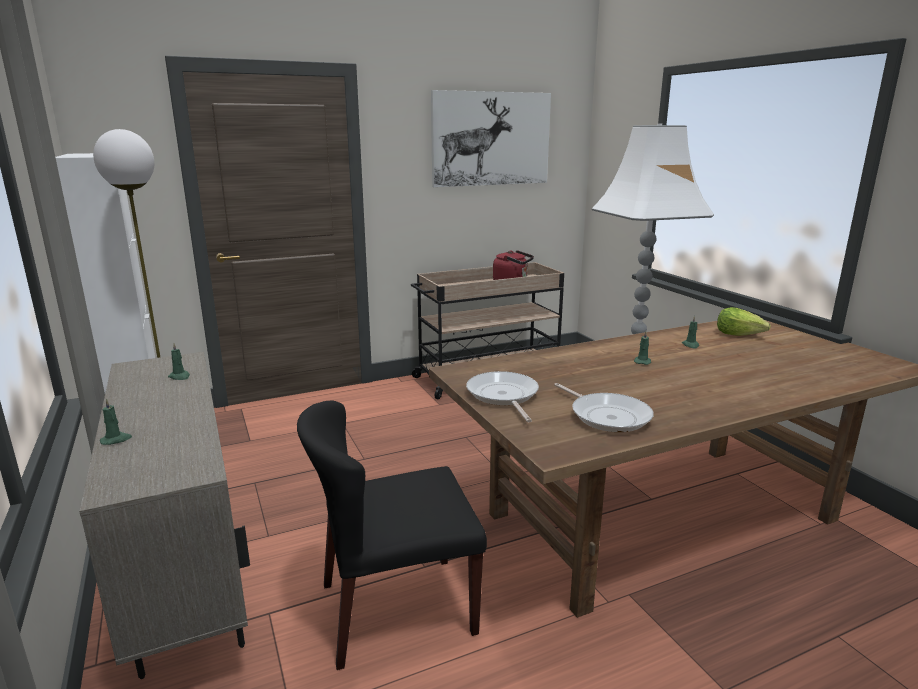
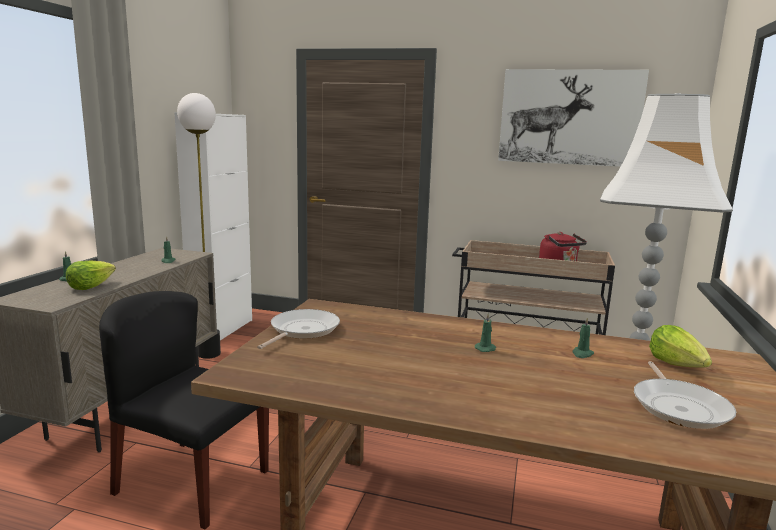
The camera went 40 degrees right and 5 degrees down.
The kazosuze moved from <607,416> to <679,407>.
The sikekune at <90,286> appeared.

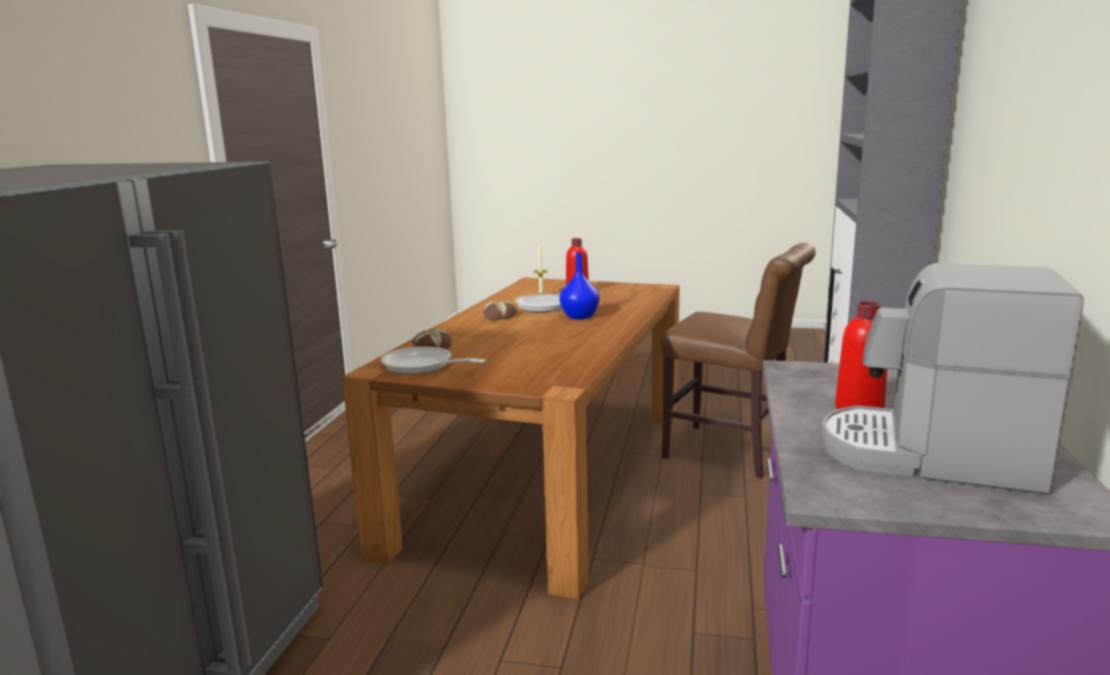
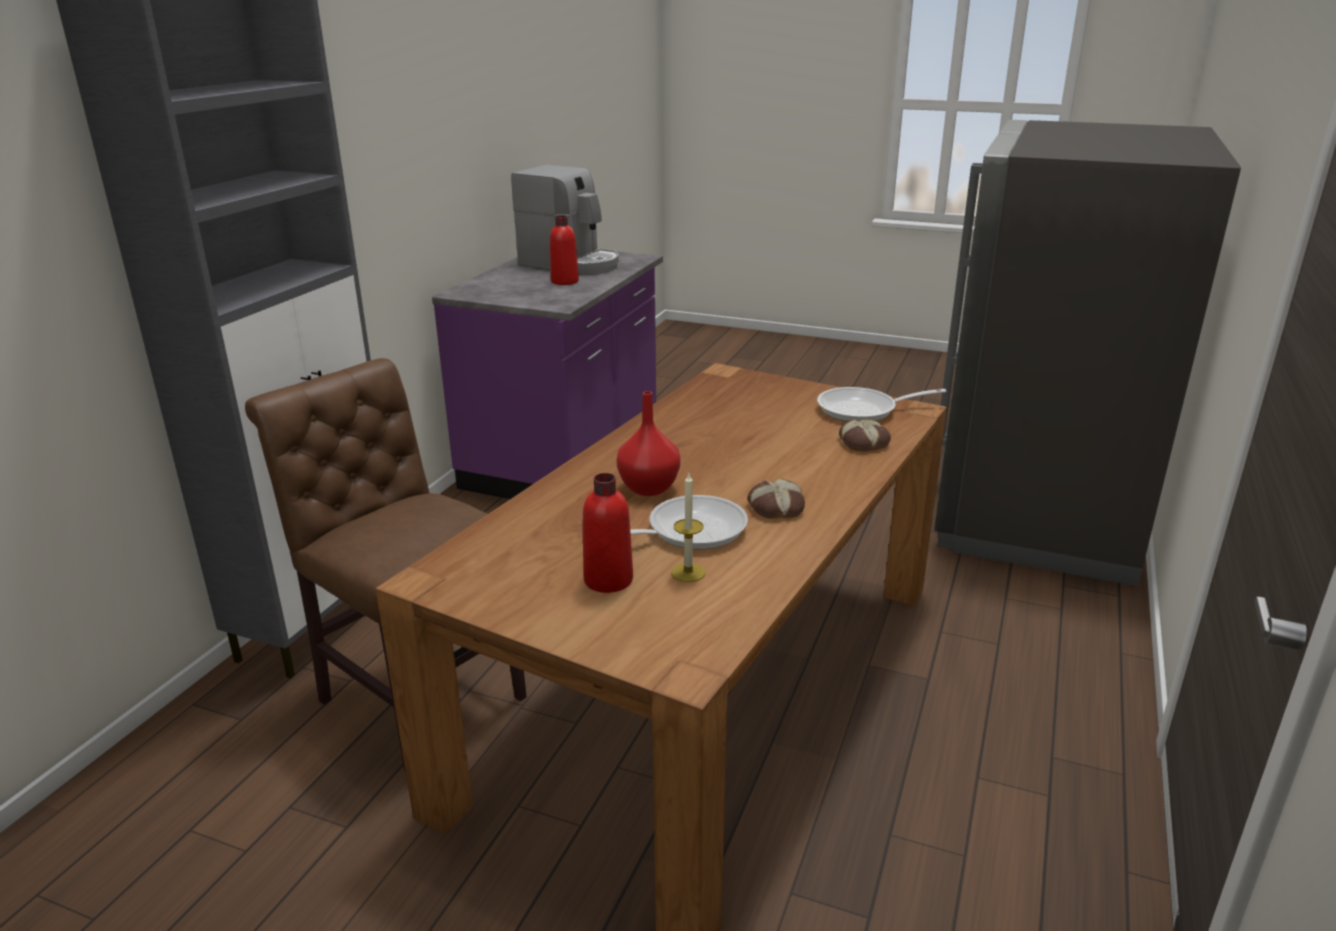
The camera went 170 degrees left and 10 degrees up.
The kazosuze at <422,366> turned 135 degrees clockwise.
The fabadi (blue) at <580,316> became the fabadi (red) at <647,488>.

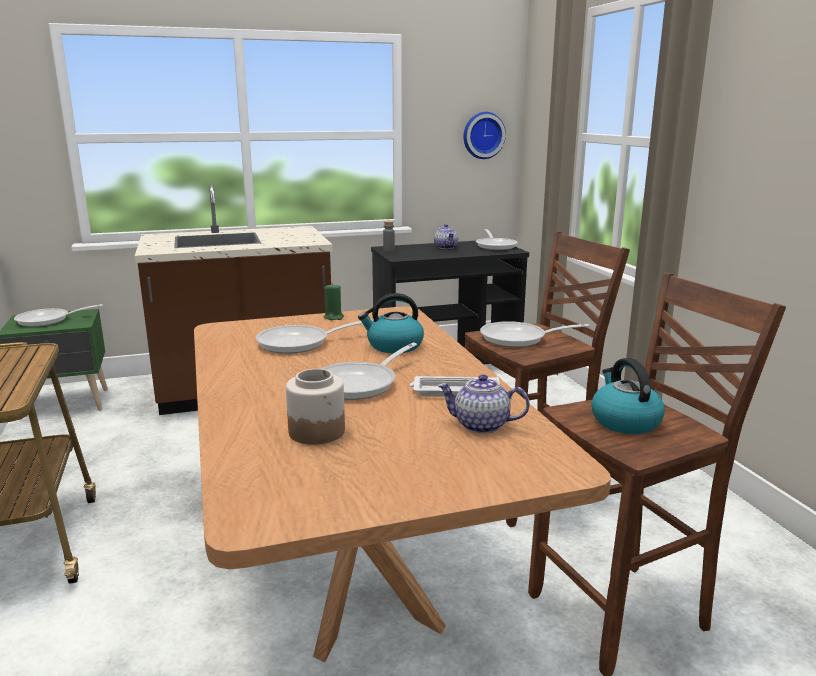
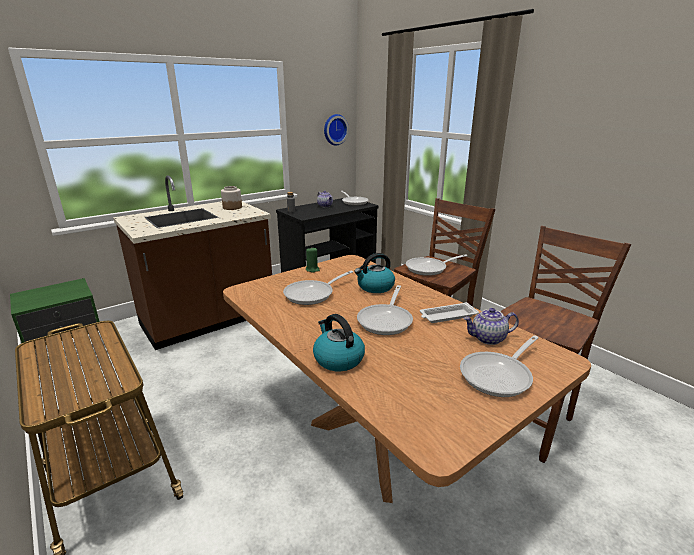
The camera went 20 degrees left and 5 degrees up.
The kazosuze moved from <48,320> to <499,375>.
The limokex moved from <317,431> to <232,207>.
The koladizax moved from <624,421> to <338,359>.

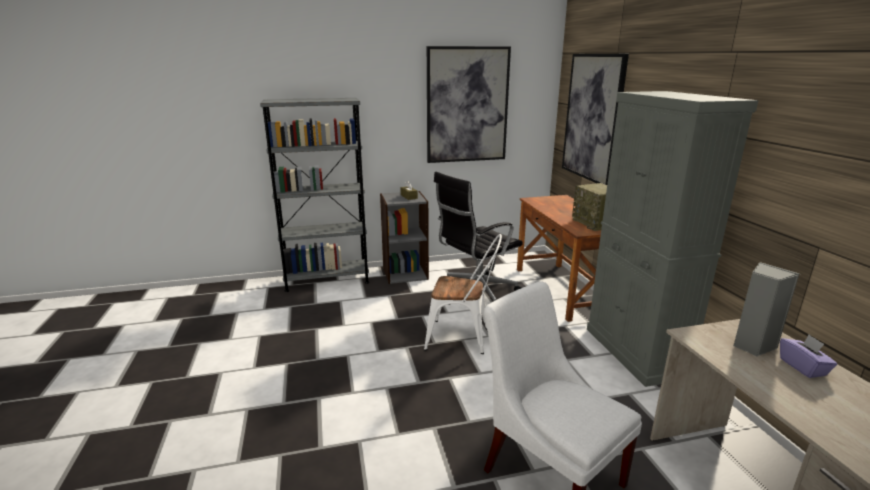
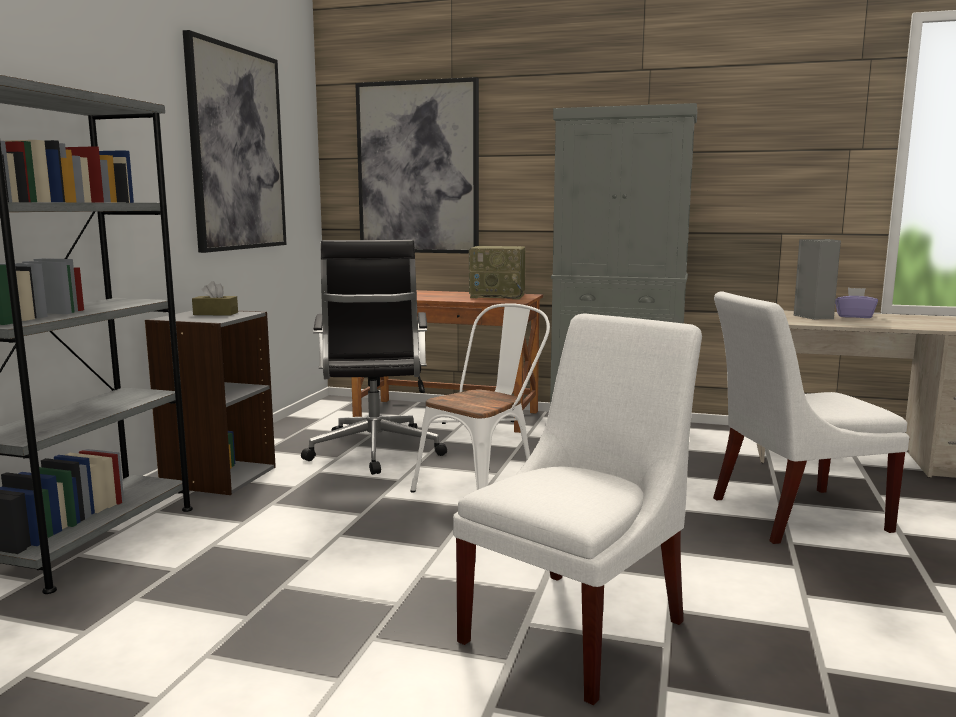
The camera went 60 degrees left and 10 degrees down.
The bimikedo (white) at <580,627> appeared.

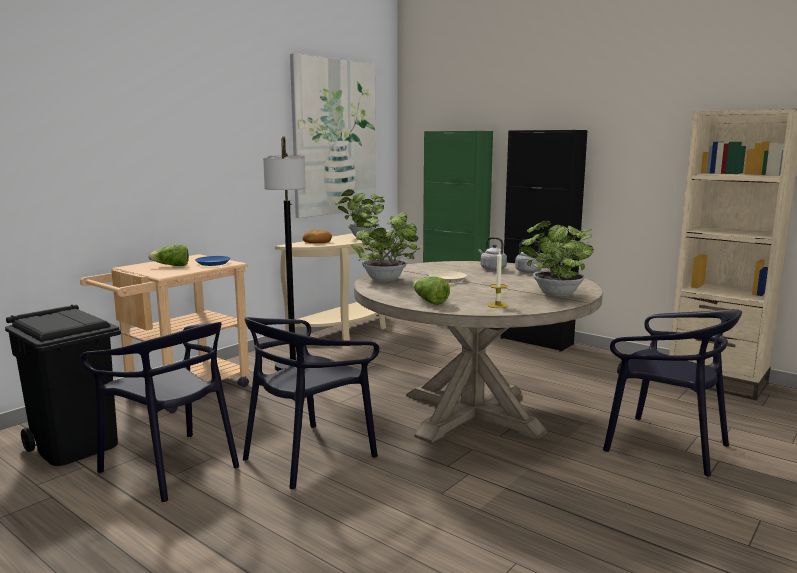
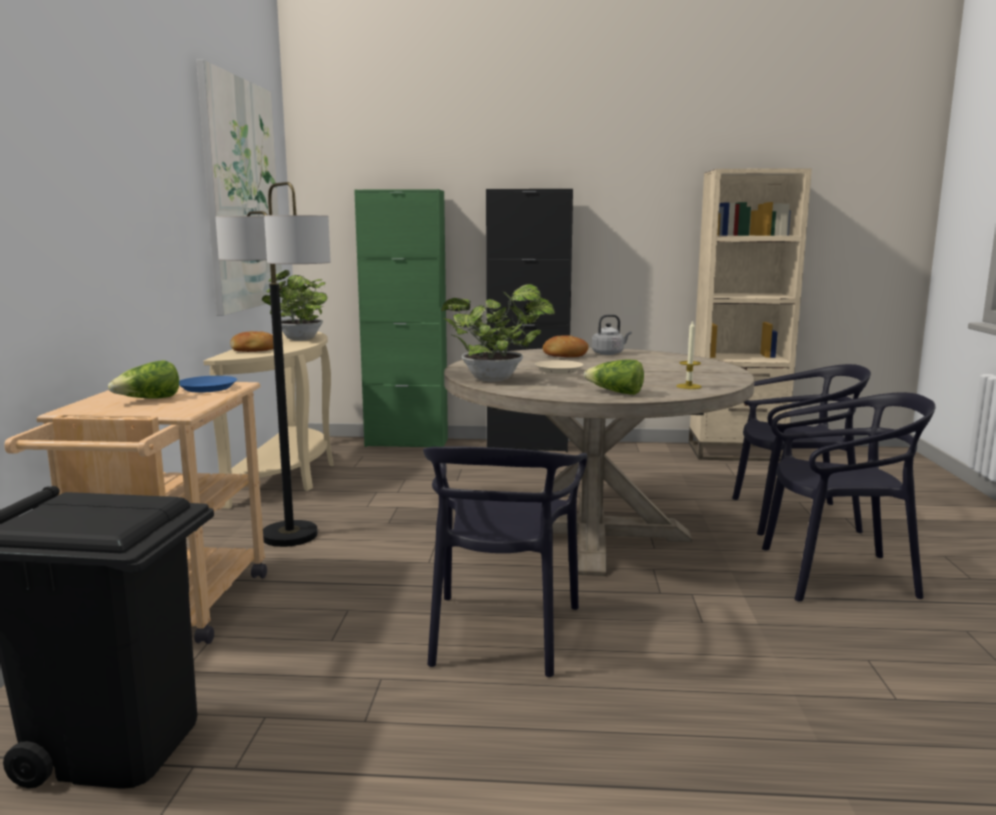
The camera went 35 degrees left and 0 degrees up.
The bimikedo (black) moved from <172,467> to <836,575>.
The koladizax (grey) at <492,269> was replaced by the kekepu at <564,355>.
The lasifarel at <555,295> disappeared.

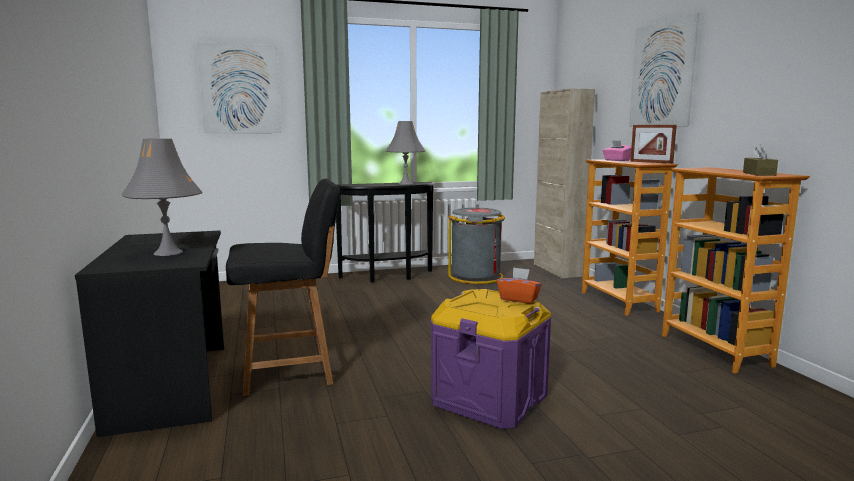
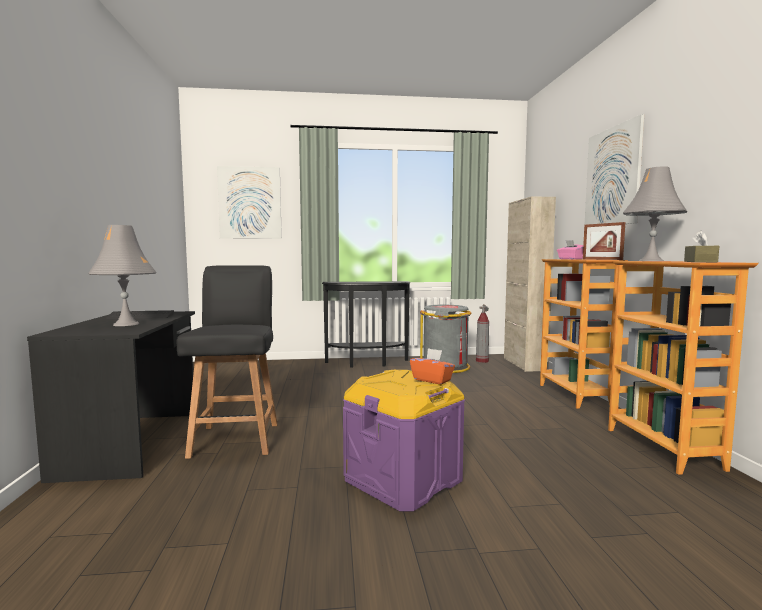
The camera went 10 degrees right and 5 degrees down.
The bimikedo (black) at <290,371> turned 90 degrees counterclockwise.
The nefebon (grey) moved from <405,183> to <651,260>.
The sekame at <482,361> appeared.

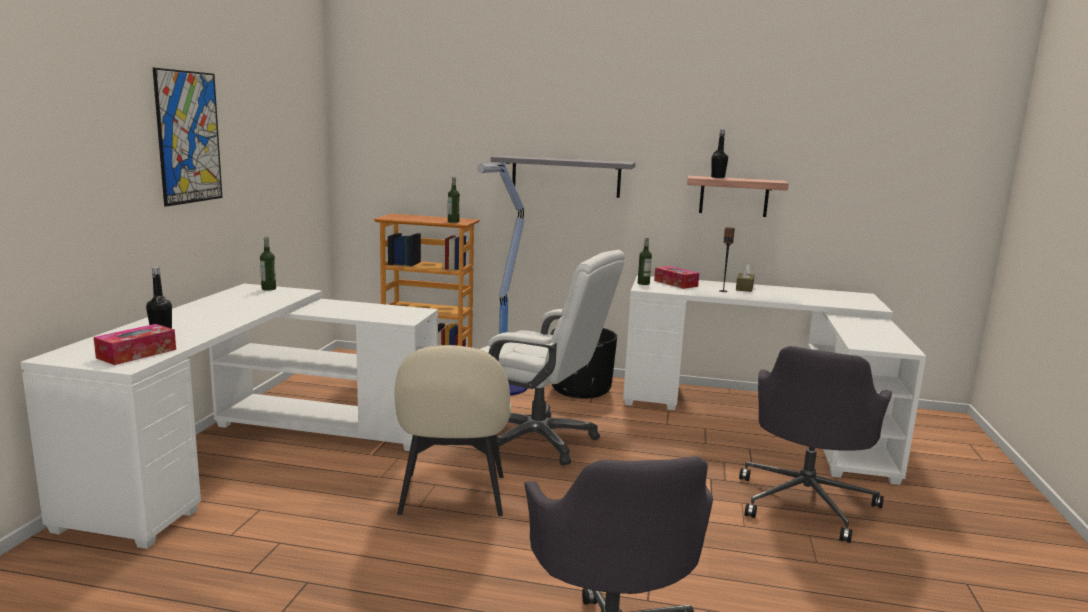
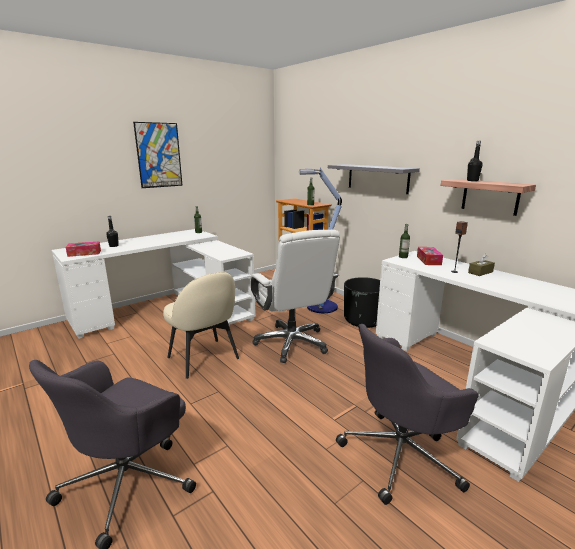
The camera went 40 degrees right and 5 degrees up.
The bimikedo (beige) at <452,496> turned 75 degrees counterclockwise.

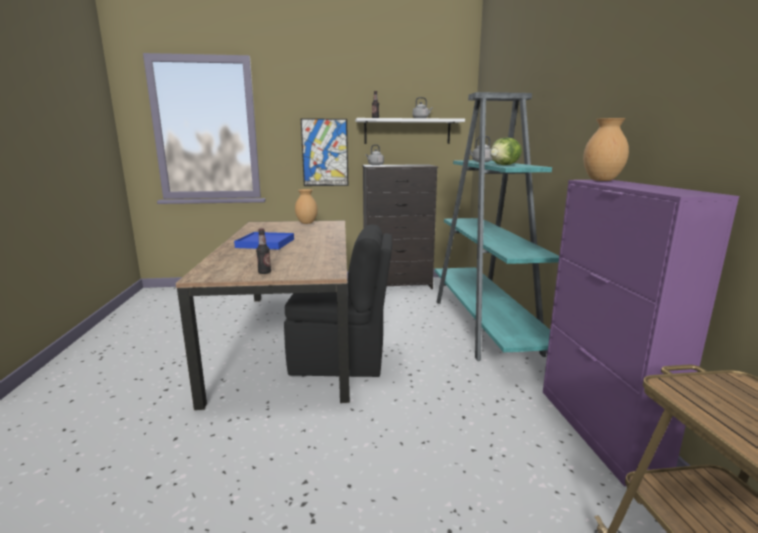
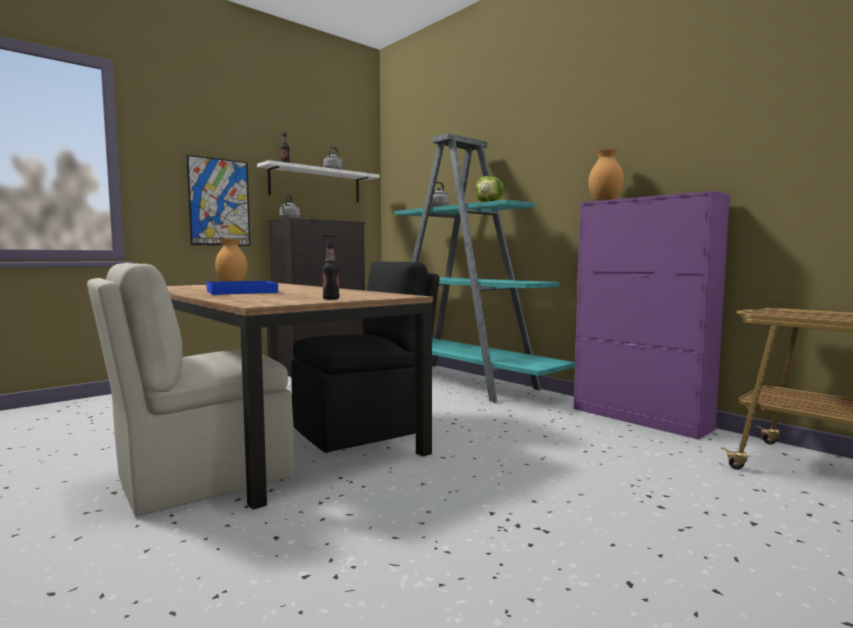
The camera went 35 degrees left and 10 degrees down.
The bimikedo (beige) at <200,478> appeared.

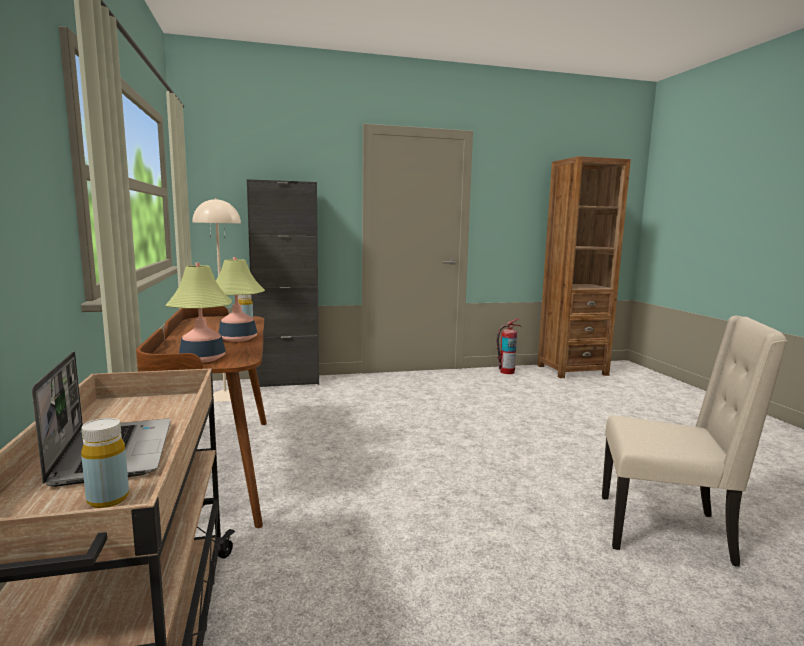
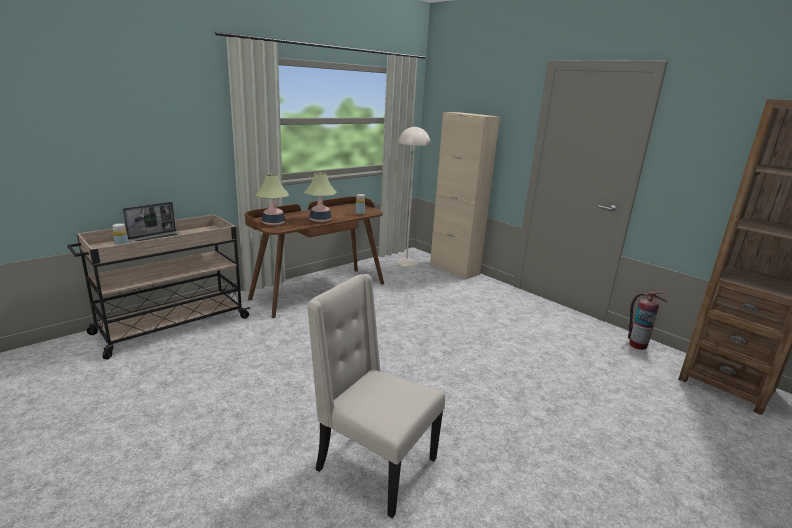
The camera went 60 degrees right and 10 degrees up.
The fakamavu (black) at <286,382> became the fakamavu (beige) at <454,269>.
The bimikedo (beige) at <667,530> turned 135 degrees clockwise.

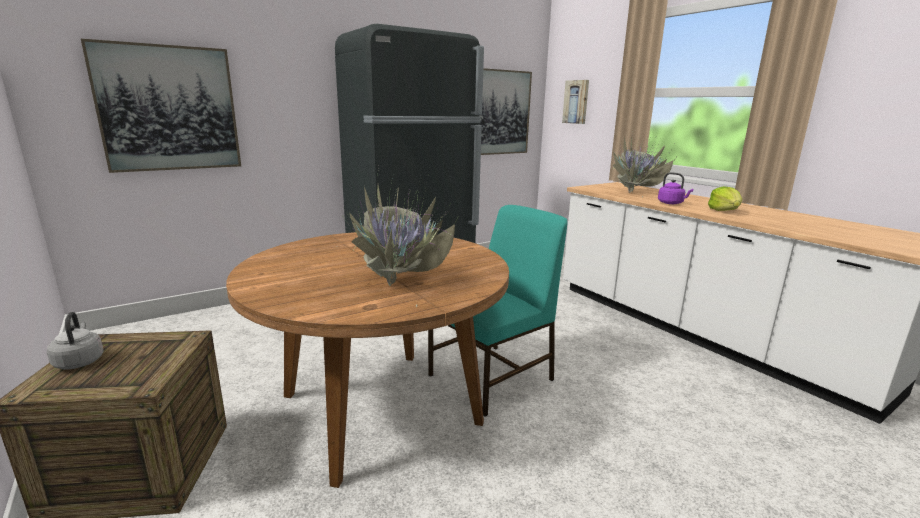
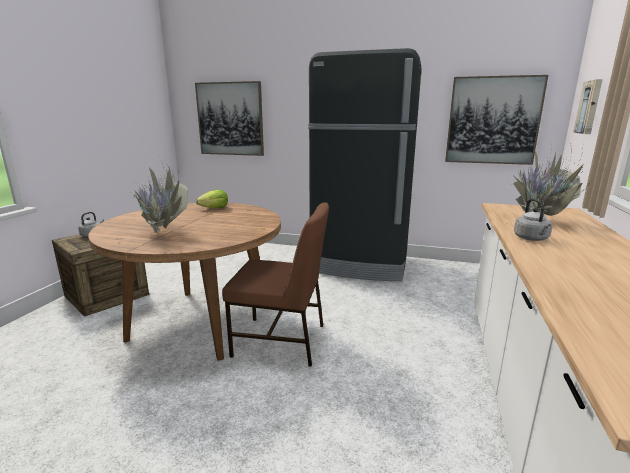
The camera went 50 degrees right and 0 degrees up.
The bimikedo (turquoise) at <493,377> became the bimikedo (brown) at <281,341>.
The koladizax (purple) at <671,203> became the koladizax (grey) at <532,239>.
The sikekune moved from <724,211> to <214,208>.

